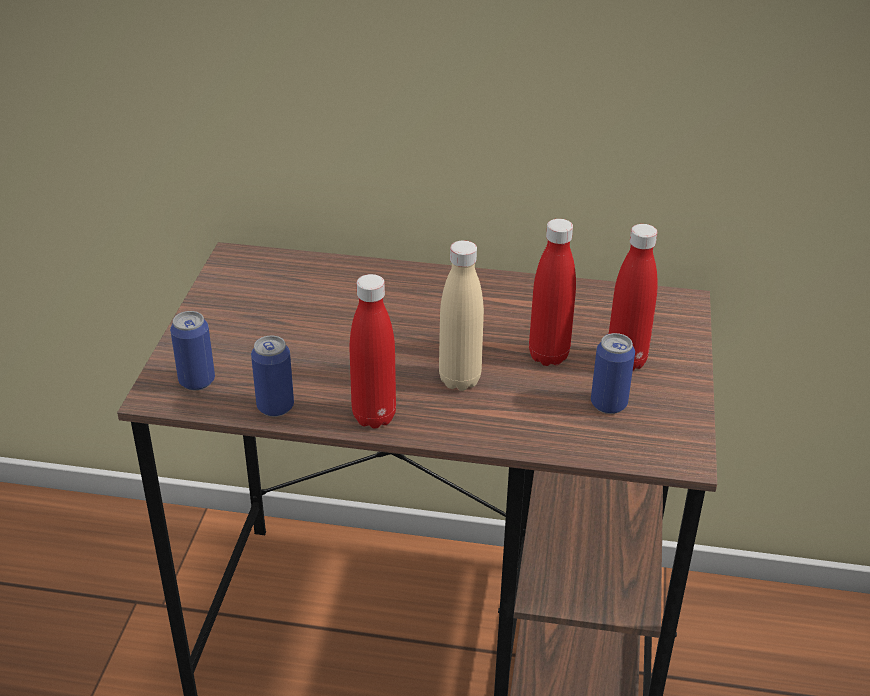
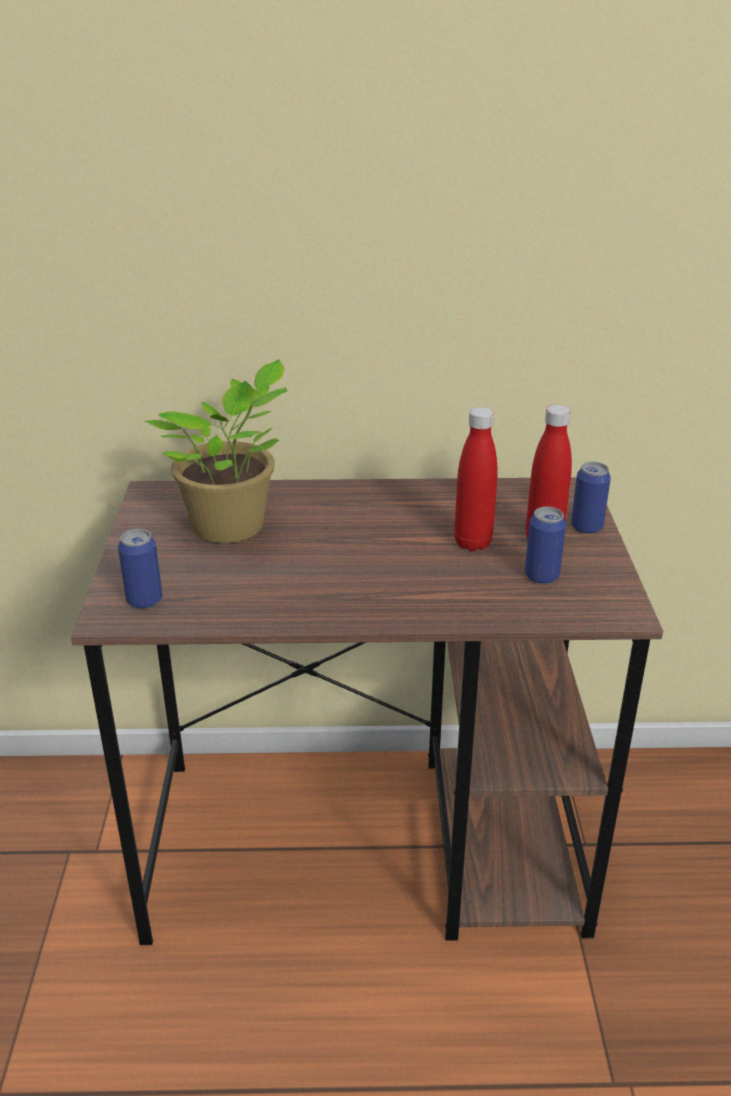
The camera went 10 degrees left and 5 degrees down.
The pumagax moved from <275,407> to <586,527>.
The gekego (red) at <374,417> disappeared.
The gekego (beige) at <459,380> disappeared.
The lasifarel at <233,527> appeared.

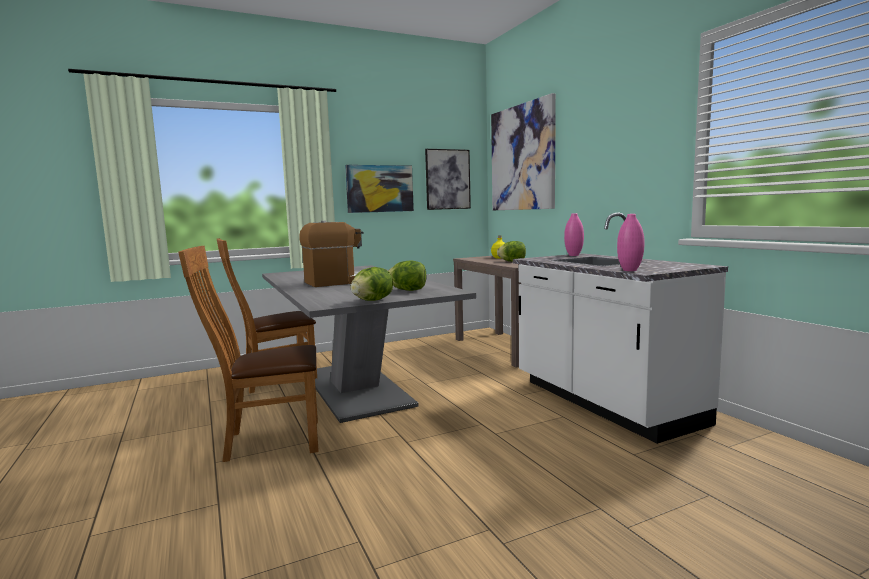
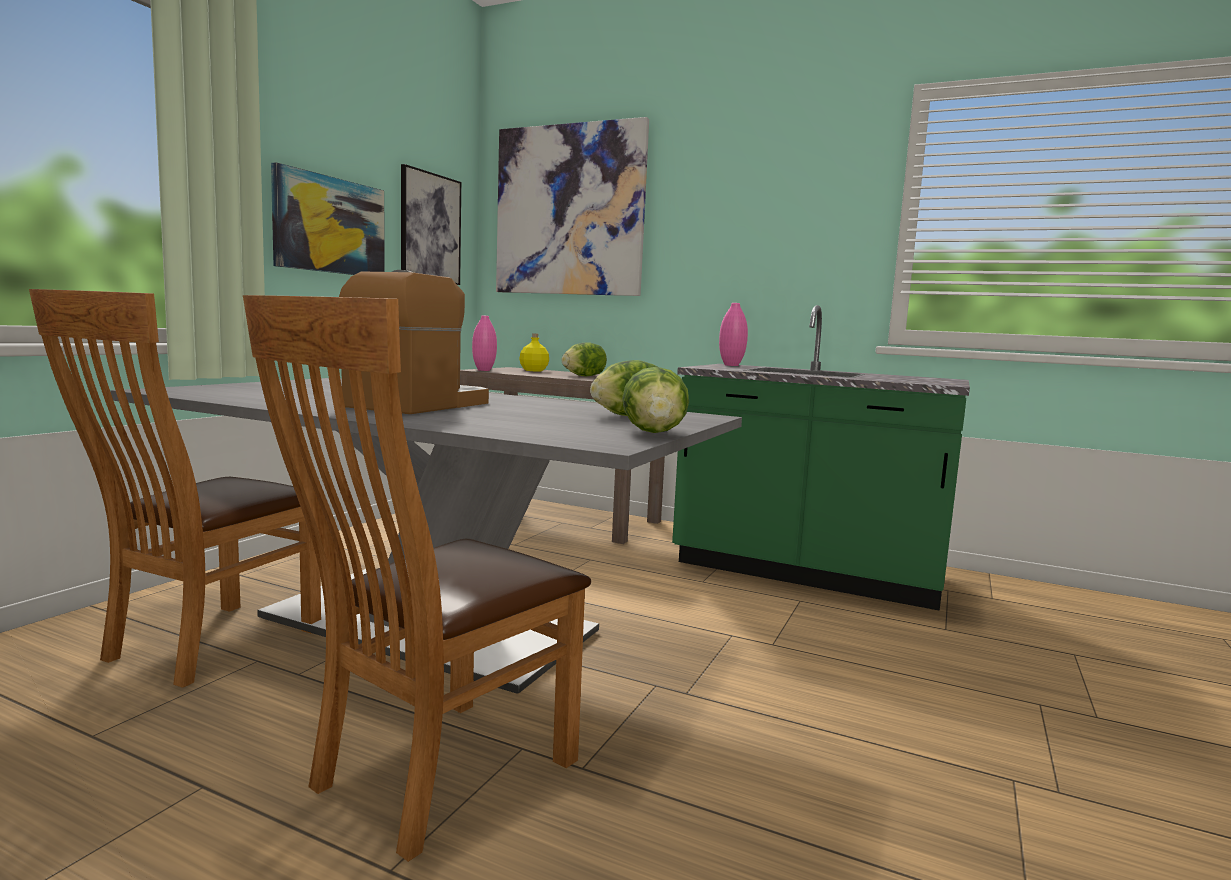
The camera went 40 degrees left and 0 degrees up.
The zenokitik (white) at <604,402> became the zenokitik (green) at <807,573>.
The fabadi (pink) moved from <629,270> to <484,370>.

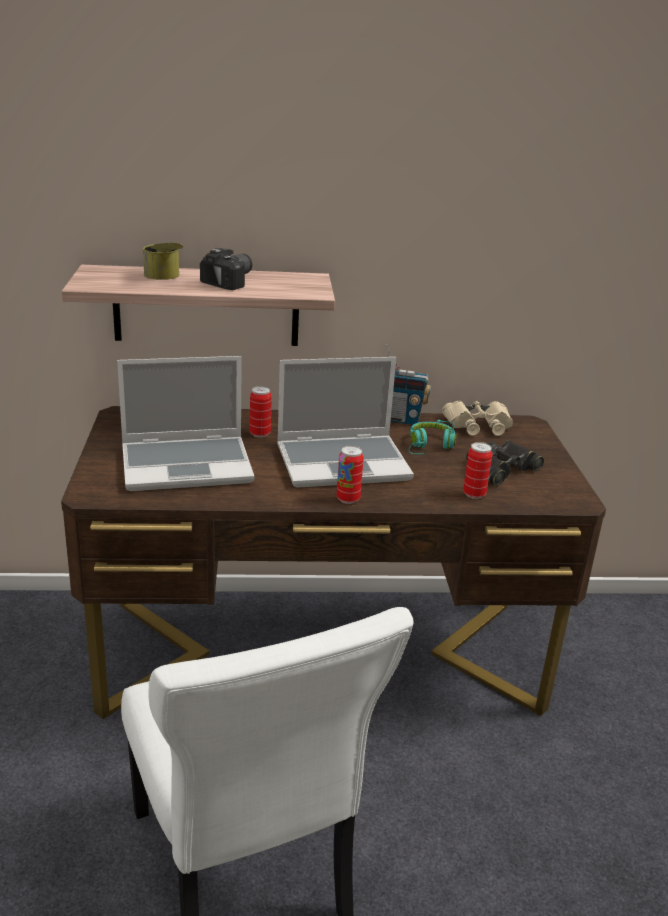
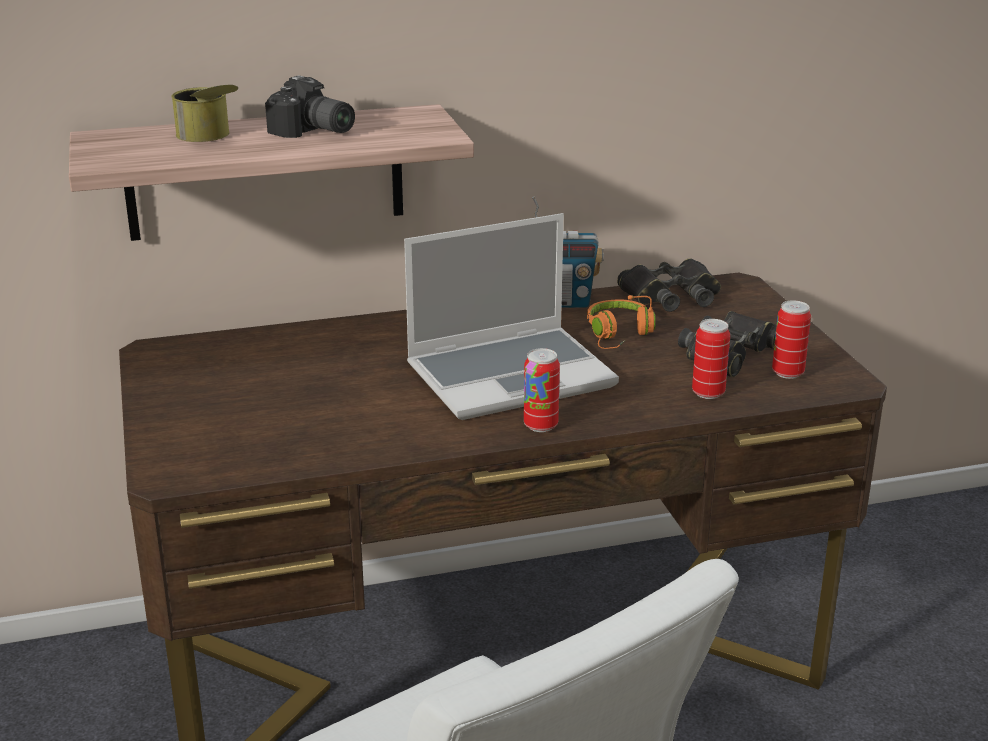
The camera went 10 degrees left and 0 degrees up.
The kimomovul at <188,465> disappeared.
The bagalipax at <232,281> turned 105 degrees clockwise.
The pumagax moved from <260,434> to <787,373>.
The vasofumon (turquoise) at <429,446> became the vasofumon (orange) at <619,335>.
The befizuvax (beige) at <478,425> became the befizuvax (black) at <671,296>.

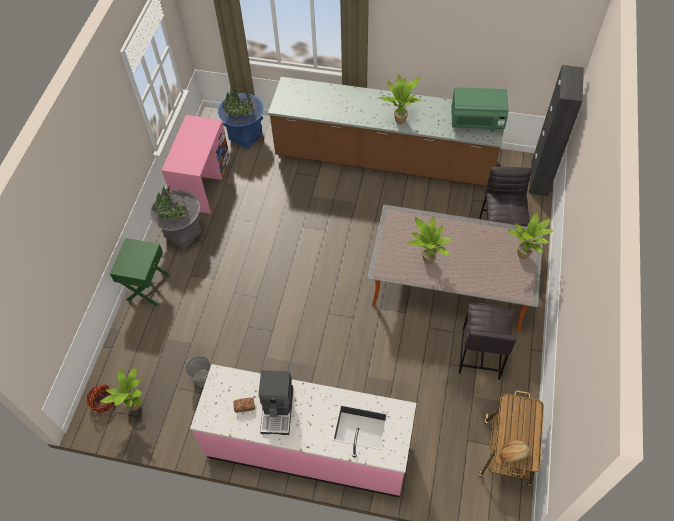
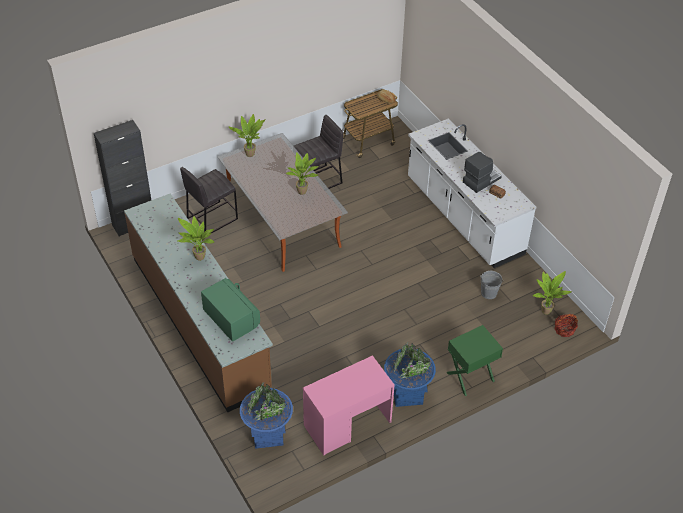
The camera went 135 degrees left and 10 degrees down.
The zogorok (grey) at <183,234> became the zogorok (blue) at <407,394>.
The zenokitik (pink) at <309,446> became the zenokitik (white) at <463,216>.
The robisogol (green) moved from <477,121> to <231,319>.

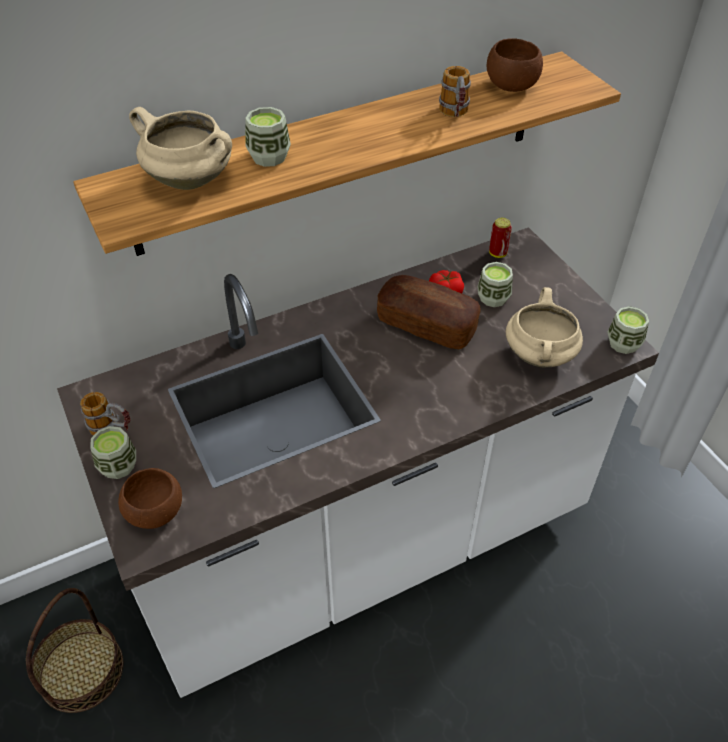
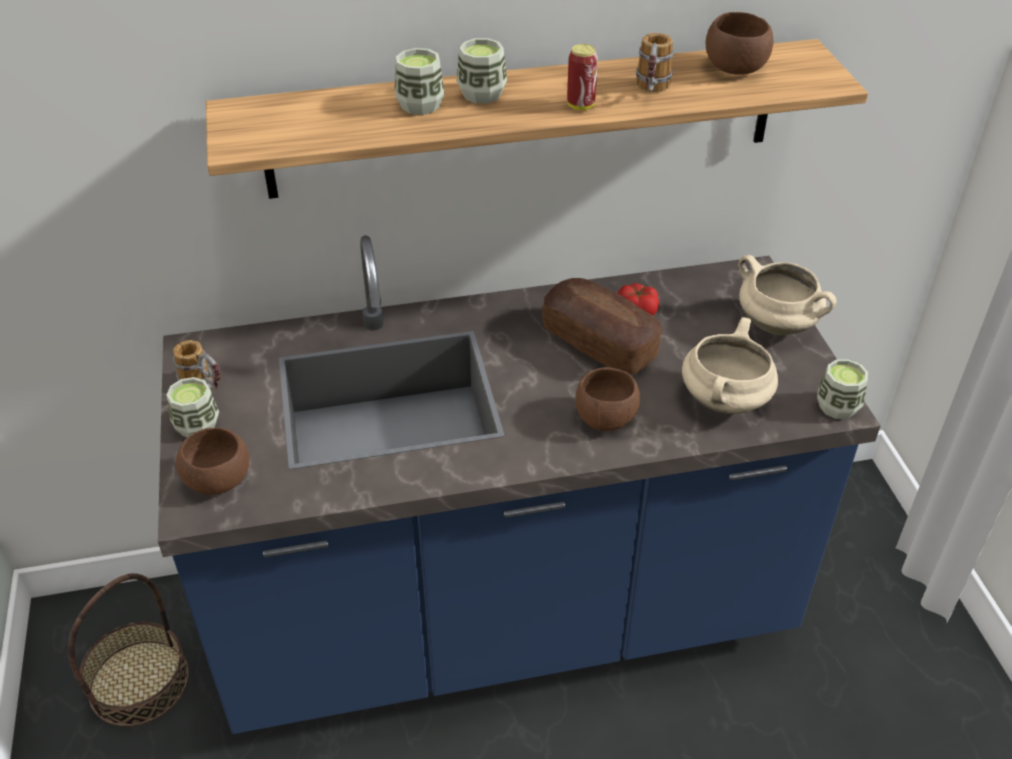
The camera went 15 degrees right and 5 degrees down.
The zenokitik (white) at <363,544> became the zenokitik (blue) at <506,617>.
The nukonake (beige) moved from <192,180> to <778,325>.
The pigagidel moved from <493,298> to <482,94>.
The pumagax moved from <497,253> to <580,106>.
The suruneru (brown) at <605,418> appeared.

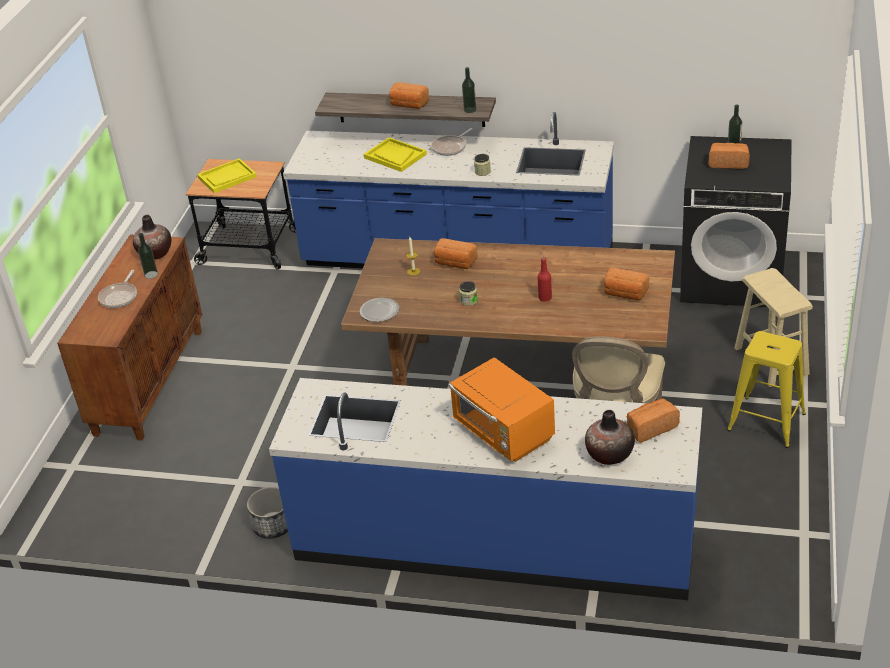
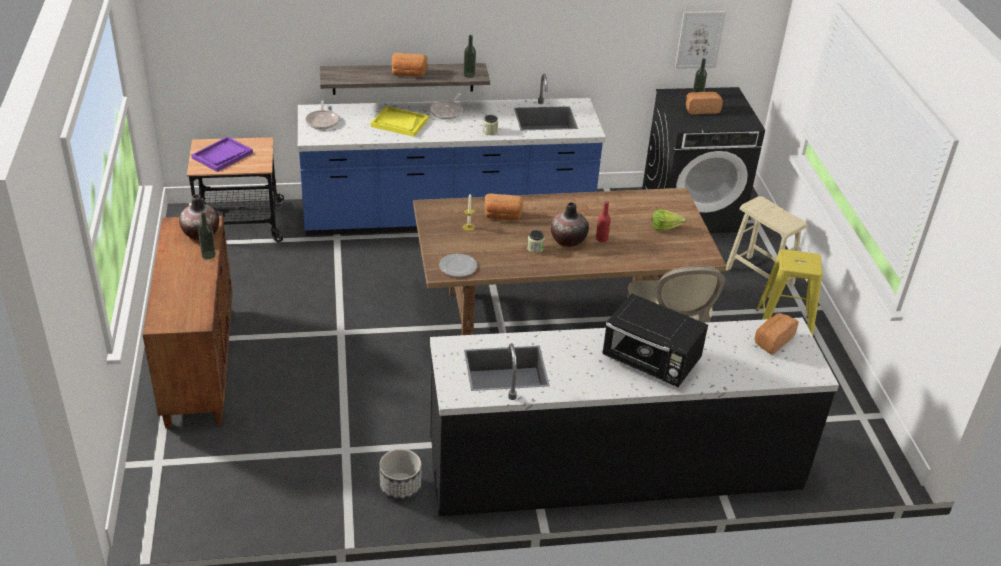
The camera went 25 degrees left and 0 degrees up.
The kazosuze moved from <120,297> to <322,121>.
The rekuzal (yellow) at <227,177> became the rekuzal (purple) at <222,156>.
The zenokitik (blue) at <494,541> became the zenokitik (black) at <614,466>.
The robisogol (orange) at <503,433> became the robisogol (black) at <651,363>.
The fabadi moved from <609,454> to <568,240>.
The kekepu at <625,294> was replaced by the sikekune at <668,228>.
The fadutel at <699,40> appeared.

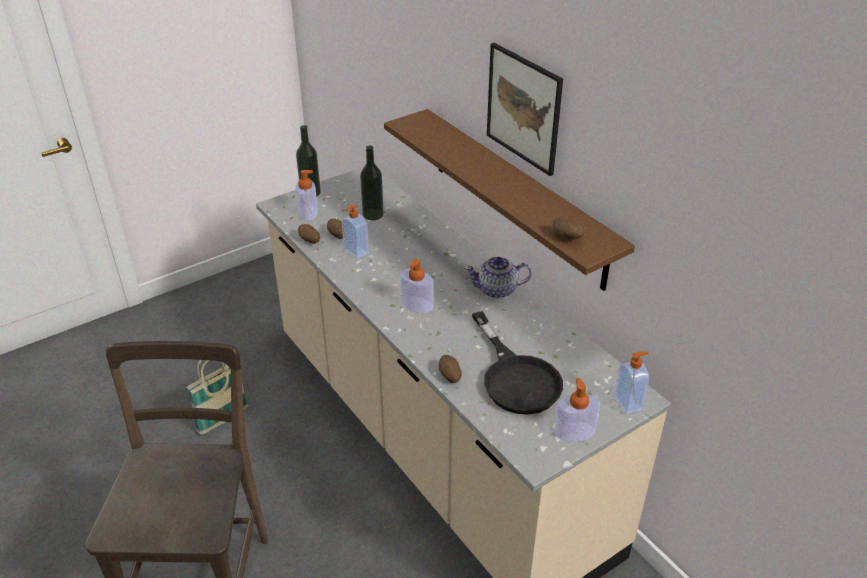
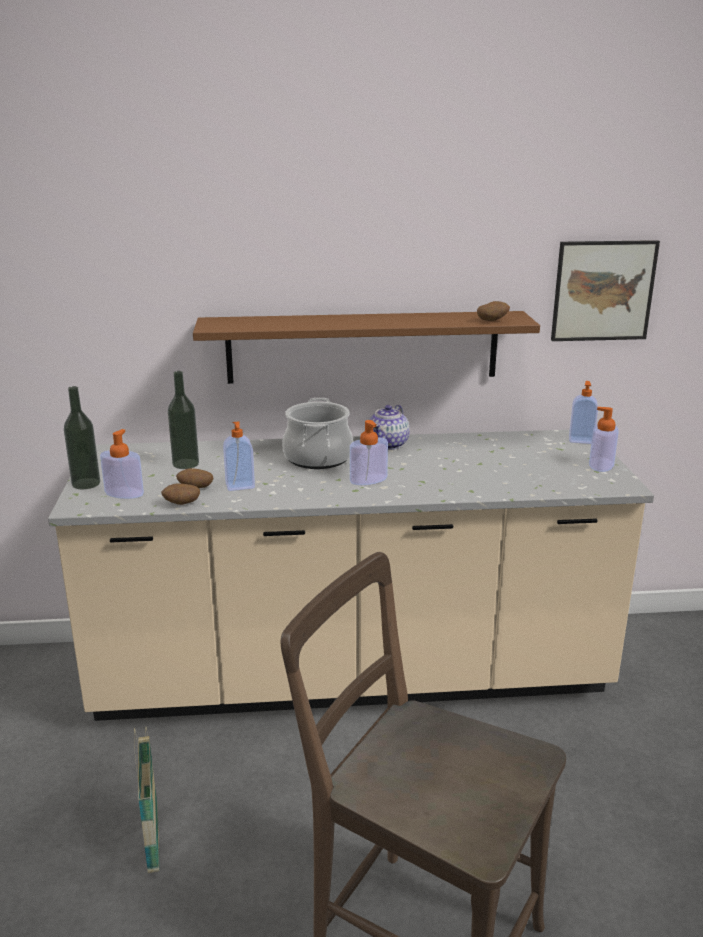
The camera went 60 degrees left and 15 degrees down.
The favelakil at <449,376> disappeared.
The kazosuze (black) at <516,377> disappeared.
The fadutel moved from <524,108> to <603,291>.
The nukonake at <318,458> appeared.

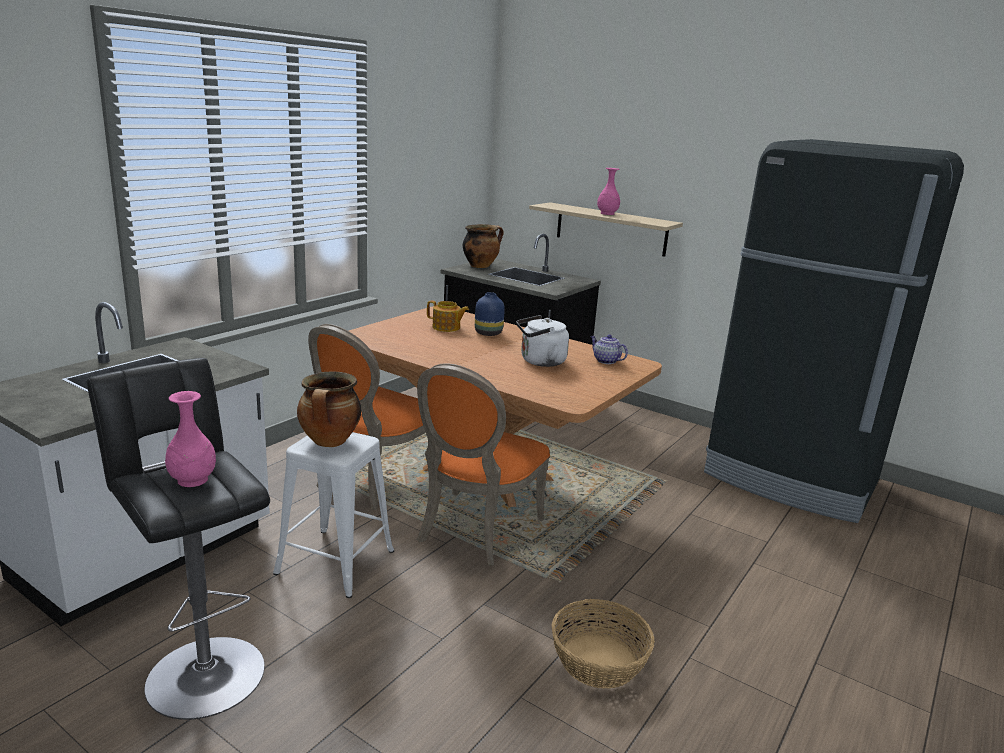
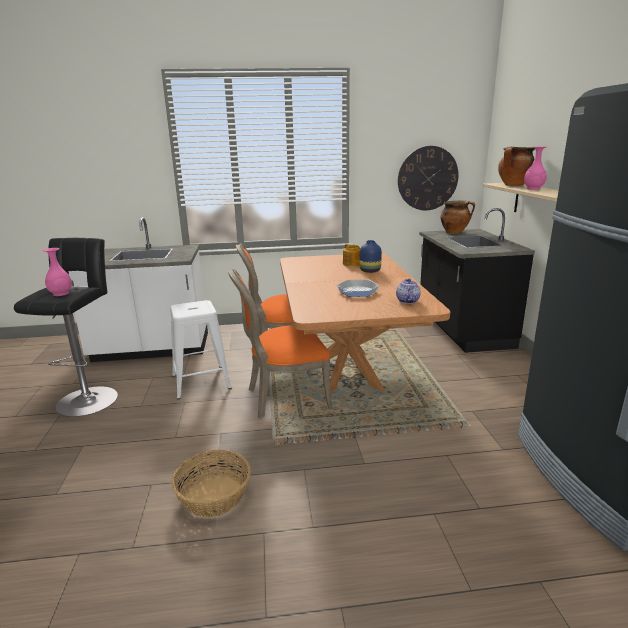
The camera went 50 degrees right and 0 degrees up.
The nukonake moved from <330,442> to <513,185>.
The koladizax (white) at <540,362> was replaced by the kazosuze at <357,291>.
The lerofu at <427,178> appeared.

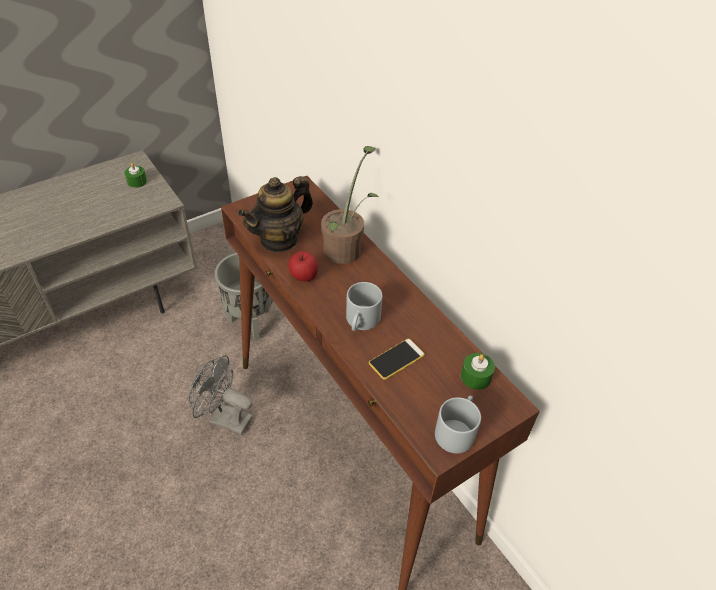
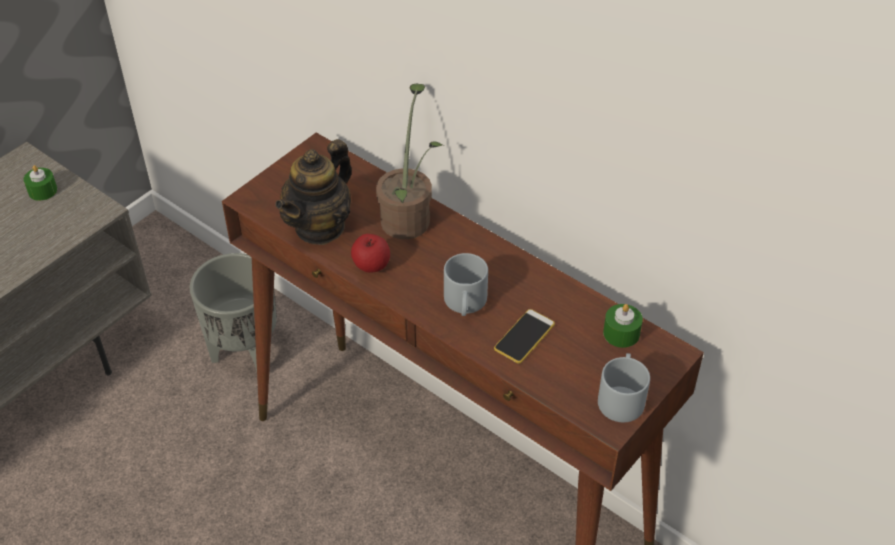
The camera went 15 degrees left and 0 degrees up.
The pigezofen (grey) at <224,418> disappeared.

